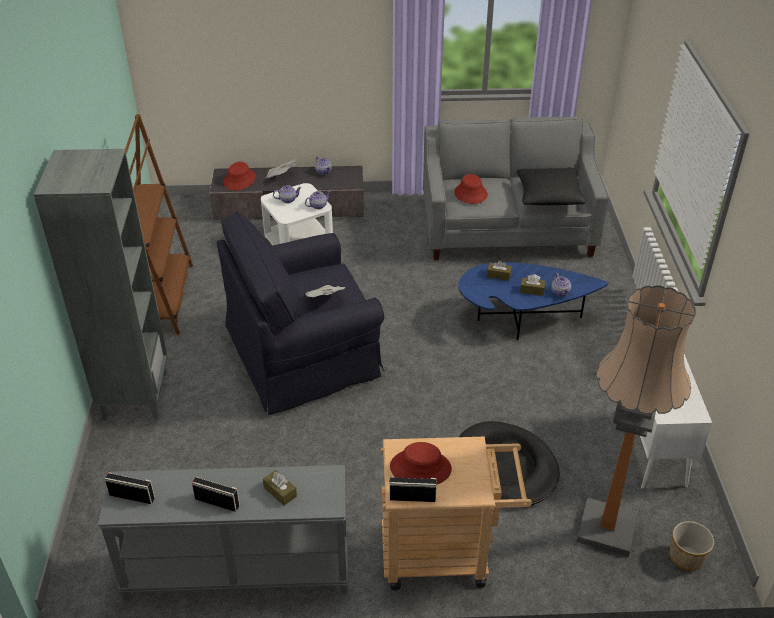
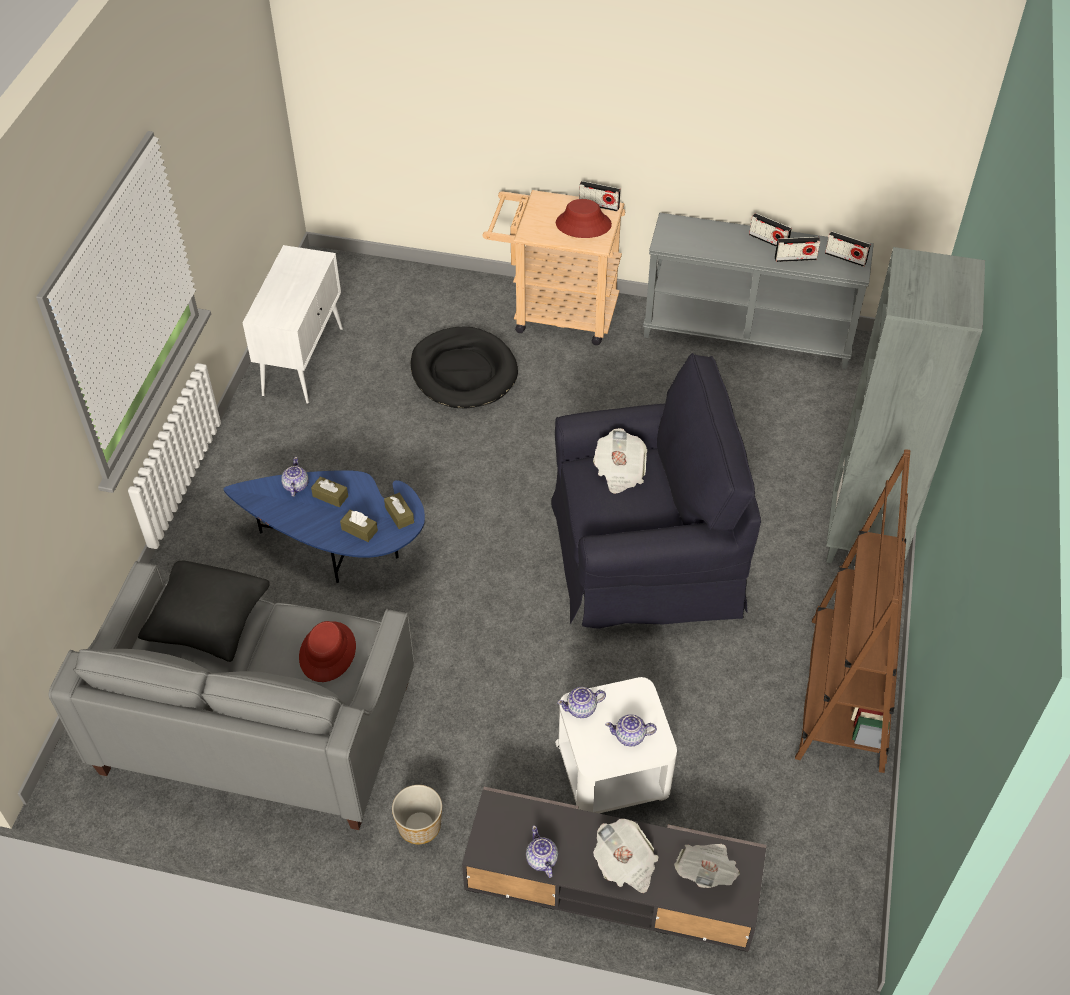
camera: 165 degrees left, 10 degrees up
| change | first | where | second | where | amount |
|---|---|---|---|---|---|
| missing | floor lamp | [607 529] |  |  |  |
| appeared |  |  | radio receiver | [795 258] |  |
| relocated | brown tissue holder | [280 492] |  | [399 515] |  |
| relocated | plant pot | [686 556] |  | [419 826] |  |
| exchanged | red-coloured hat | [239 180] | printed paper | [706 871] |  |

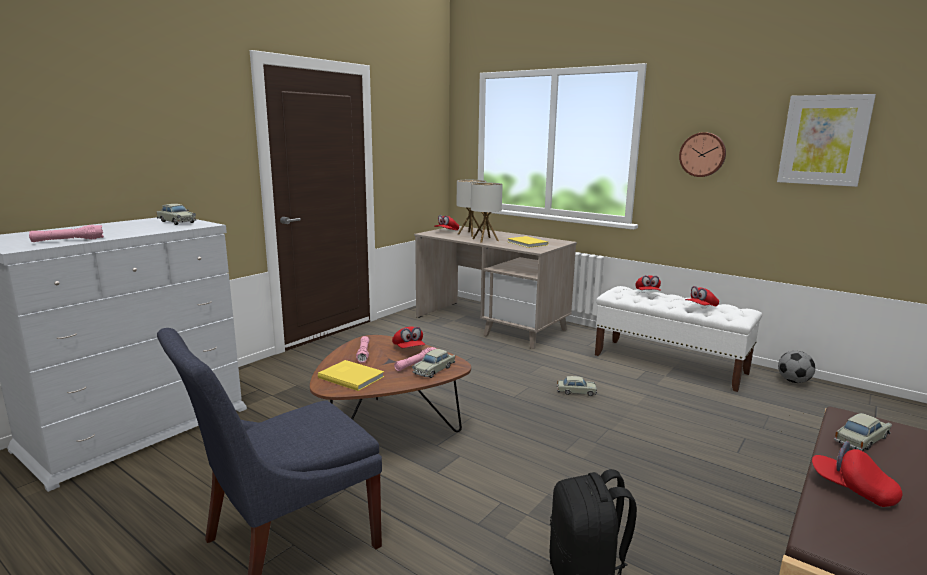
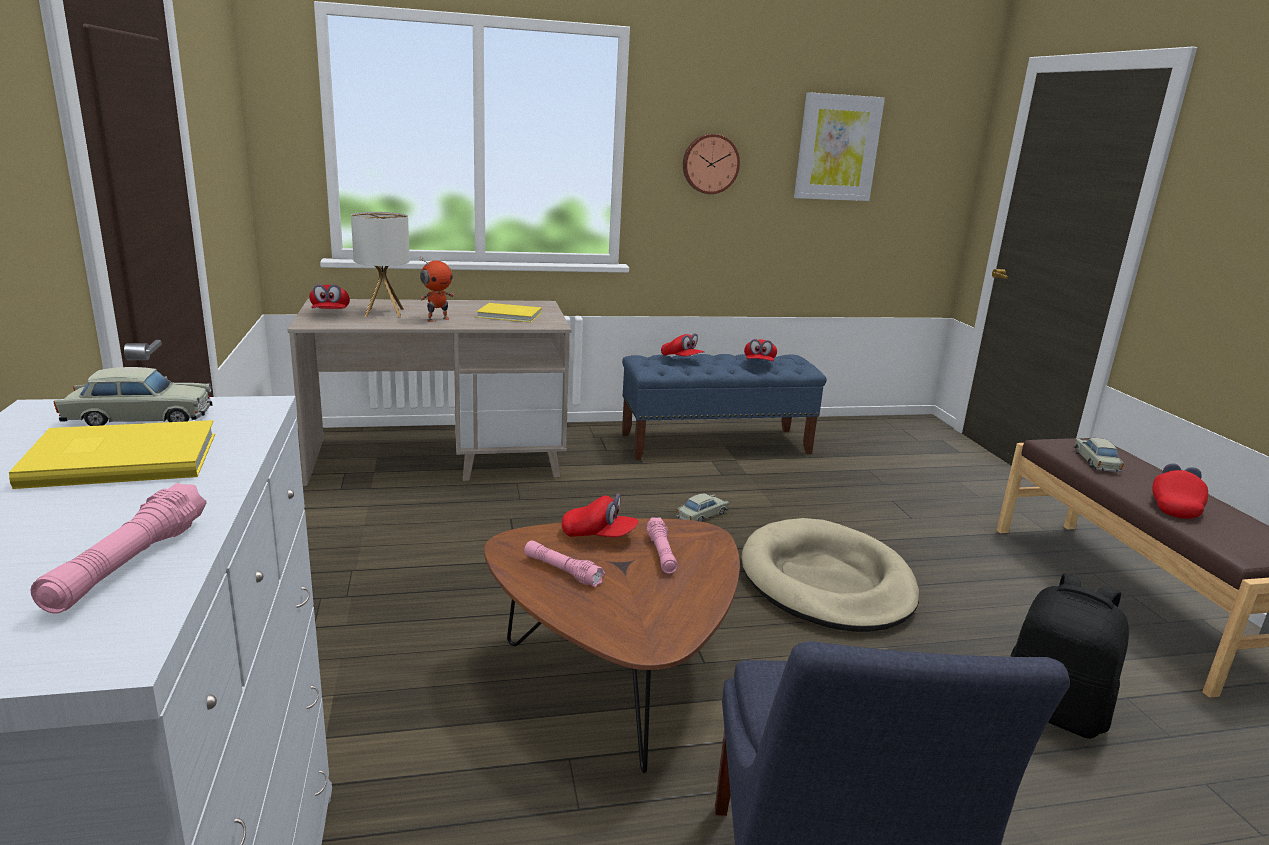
camera: 50 degrees left, 5 degrees up
| change | first | where | second | where | amount |
|---|---|---|---|---|---|
| missing | beige toy car | [434 370] |  |  |  |
| missing | ball for football | [793 381] |  |  |  |
| appeared |  |  | beige dog bed | [826 582] |  |
| relocated | yellowish book | [351 376] |  | [120 458] |  |
| exchanged | table lamp | [485 240] | toy robot | [437 319] |  |
| colour | white-coloured long seat | [669 364] | blue long seat | [716 444] |  |
| spun | red-coloured baseball cap | [852 489] |  | [1174 506] | 120 degrees clockwise |

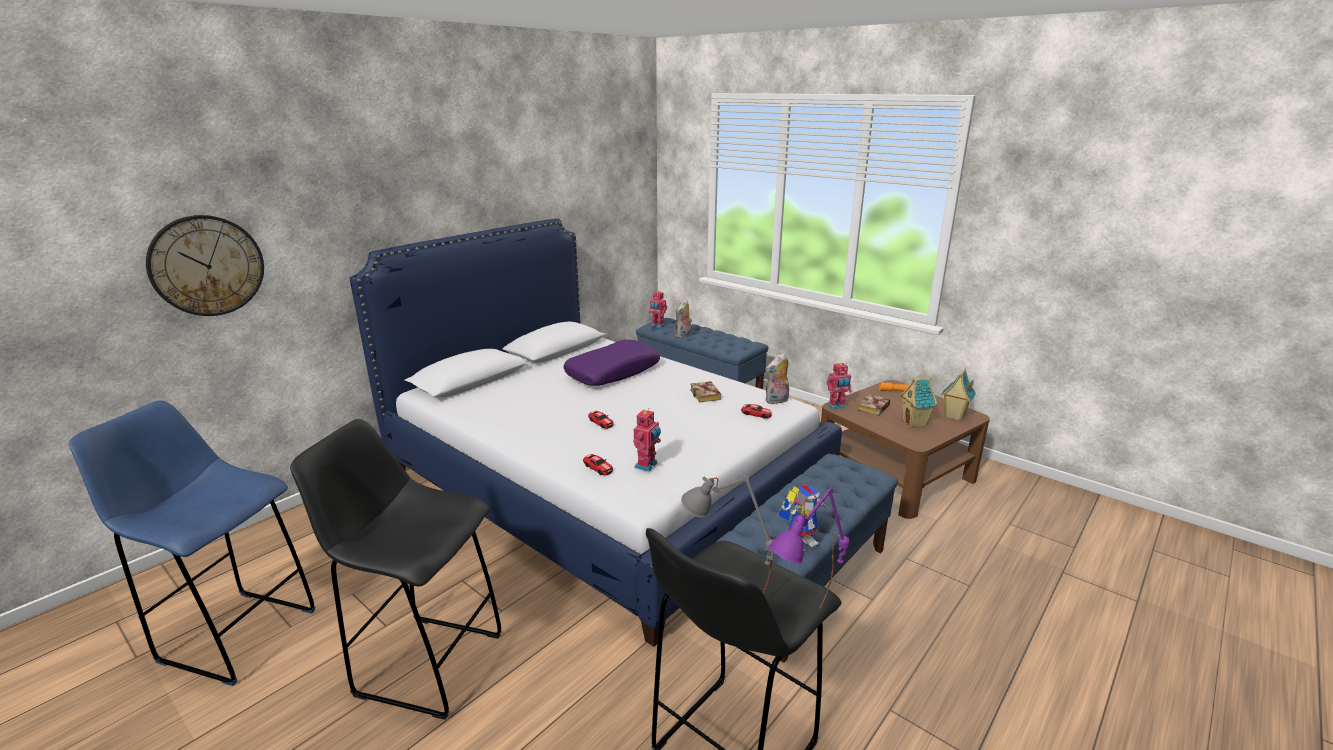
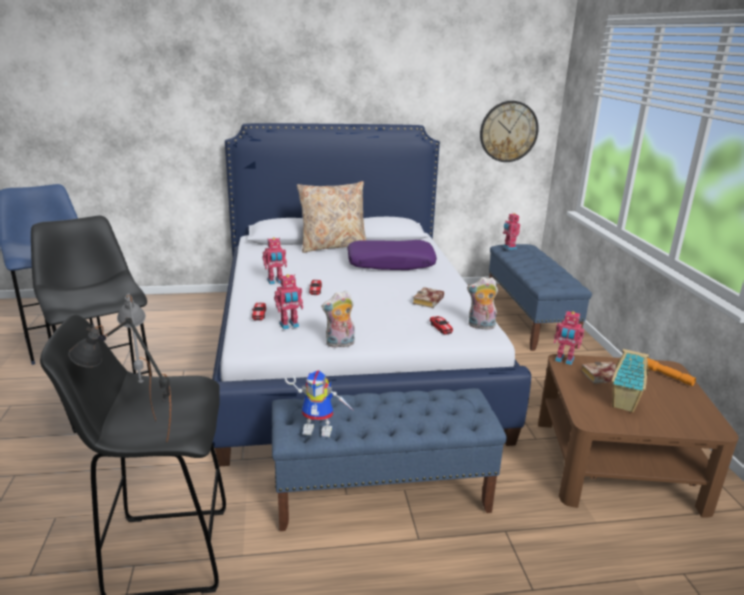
camera: 40 degrees right, 0 degrees up
| change | first | where | second | where | amount |
|---|---|---|---|---|---|
| missing | toy house | [953 416] |  |  |  |
| appeared |  |  | toy robot | [275 281] |  |
| appeared |  |  | beige cushion | [333 246] |  |
| relocated | clock on the wall | [207 265] |  | [508 131] |  |
| relocated | soft toy | [683 335] |  | [339 344] |  |
| colour | purple-coloured table lamp | [804 630] | blackish table lamp | [132 446] |  |

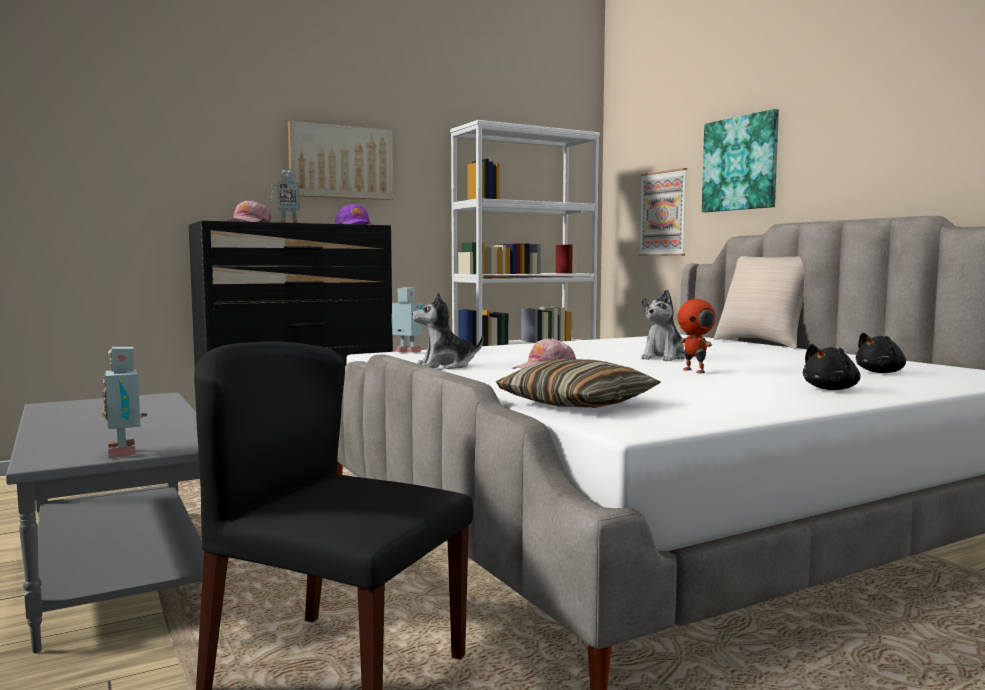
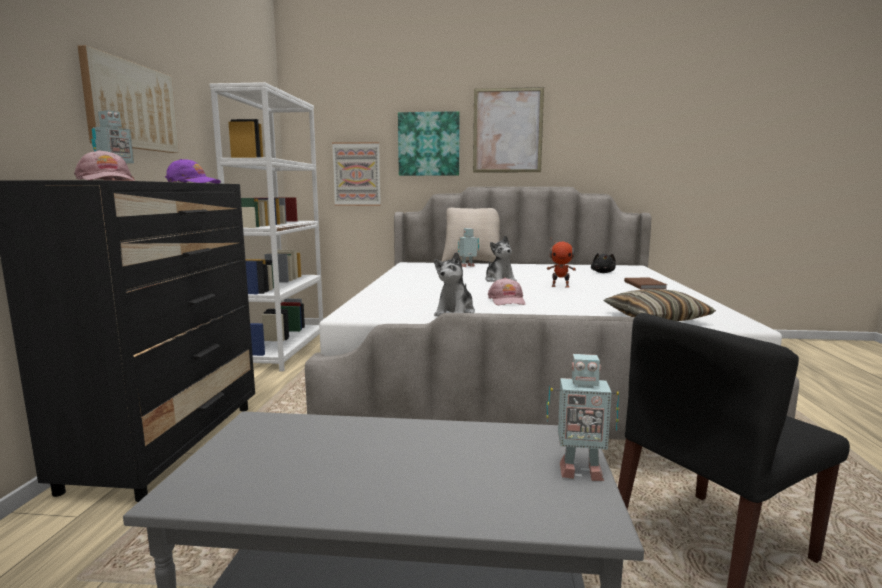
camera: 55 degrees left, 5 degrees up
| change | first | where | second | where | amount |
|---|---|---|---|---|---|
| appeared |  |  | wall art | [507 130] |  |
| relocated | toy robot | [407 352] |  | [468 266] |  |
| exchanged | blackish soft toy | [832 389] | brown book | [645 285] |  |

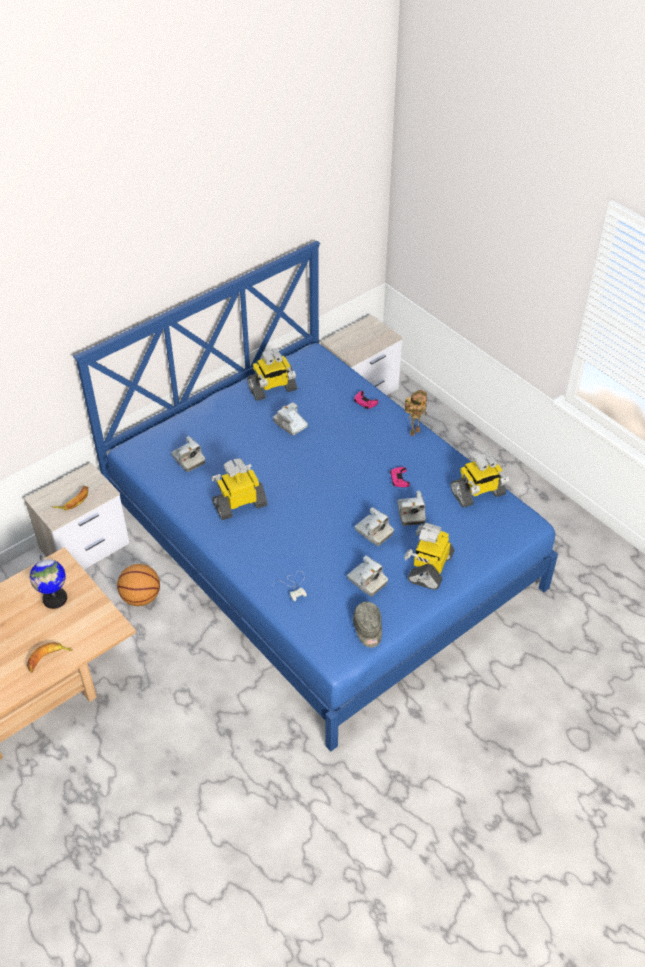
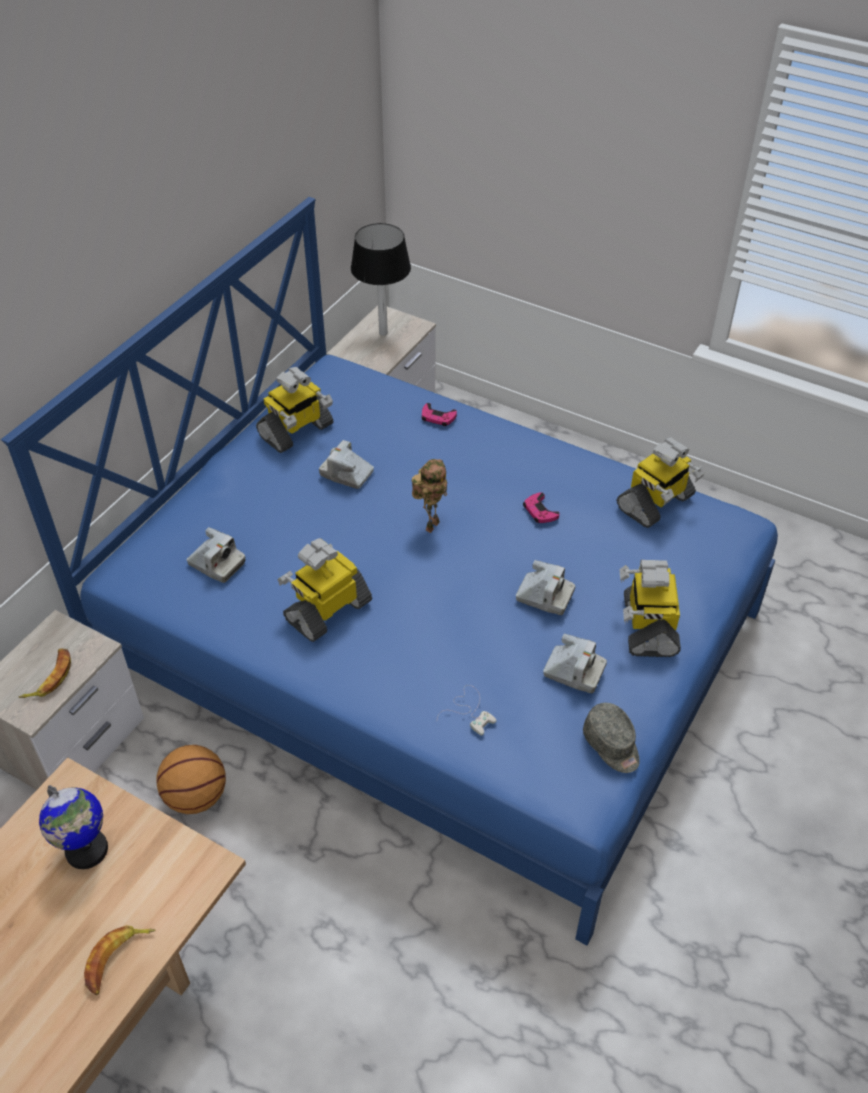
camera: 20 degrees left, 0 degrees up
| change | first | where | second | where | amount |
|---|---|---|---|---|---|
| missing | still camera | [410 513] |  |  |  |
| appeared |  |  | table lamp | [382 333] |  |
| relocated | toy robot | [414 431] |  | [431 524] |  |

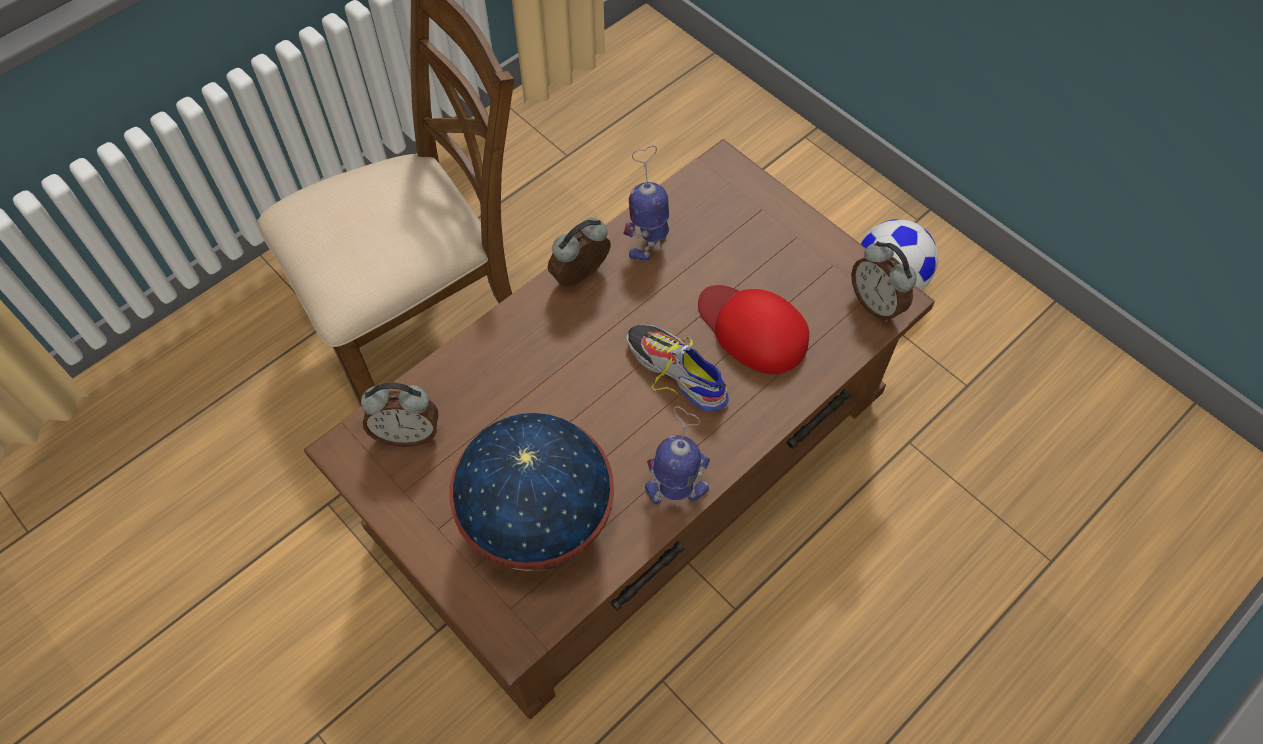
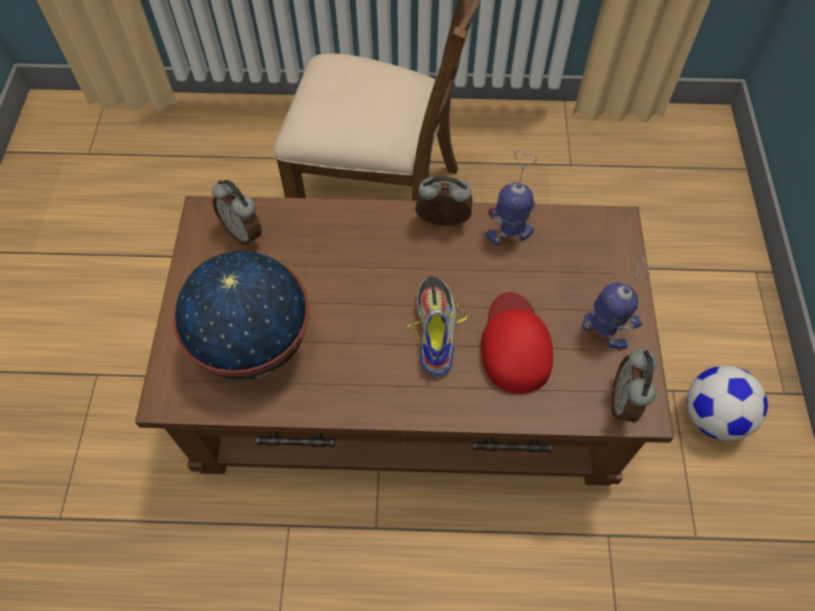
camera: 45 degrees right, 0 degrees up
| change | first | where | second | where | amount |
|---|---|---|---|---|---|
| relocated | toy robot | [677 491] |  | [604 333] |  |

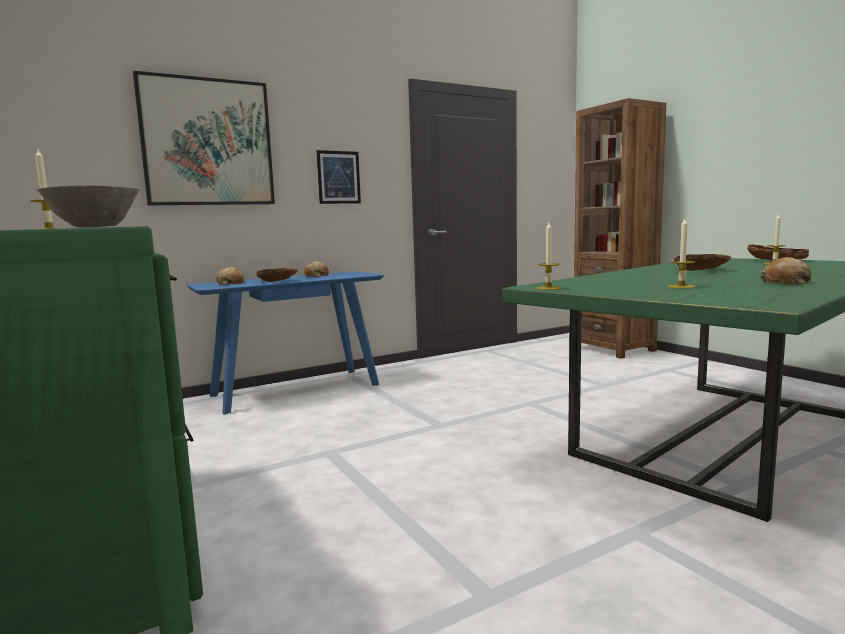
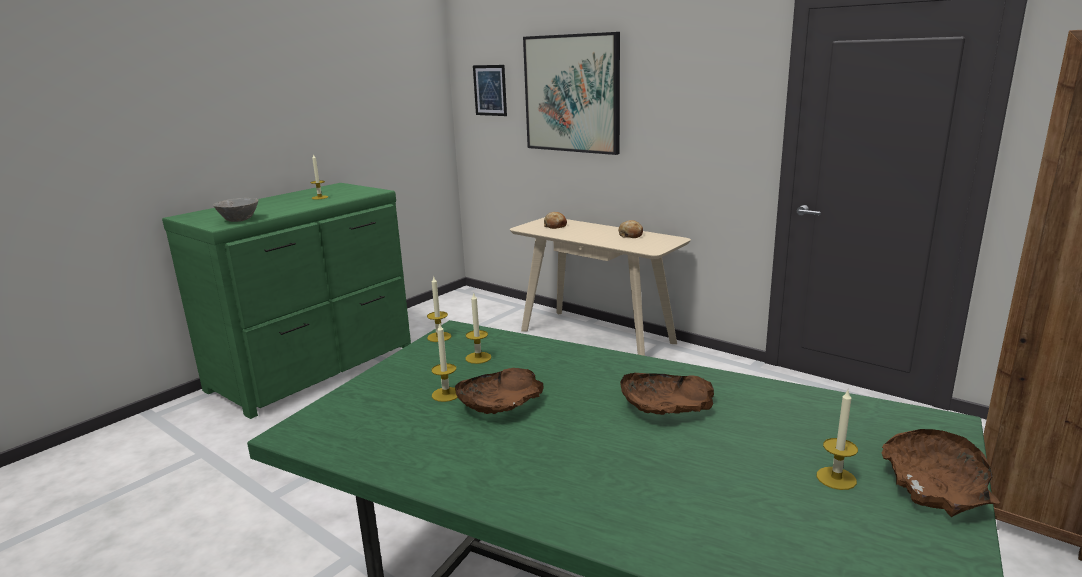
camera: 70 degrees right, 10 degrees up
| change | first | where | second | where | amount |
|---|---|---|---|---|---|
| missing | bakery bread | [785 282] |  |  |  |
| appeared |  |  | wax candle | [478 358] |  |
| relocated | brown serving bowl | [276 281] |  | [500 404] |  |
| relocated | wall art | [338 177] |  | [490 90] |  |
| colour | blue console table | [296 390] | beige console table | [597 336] |  |

